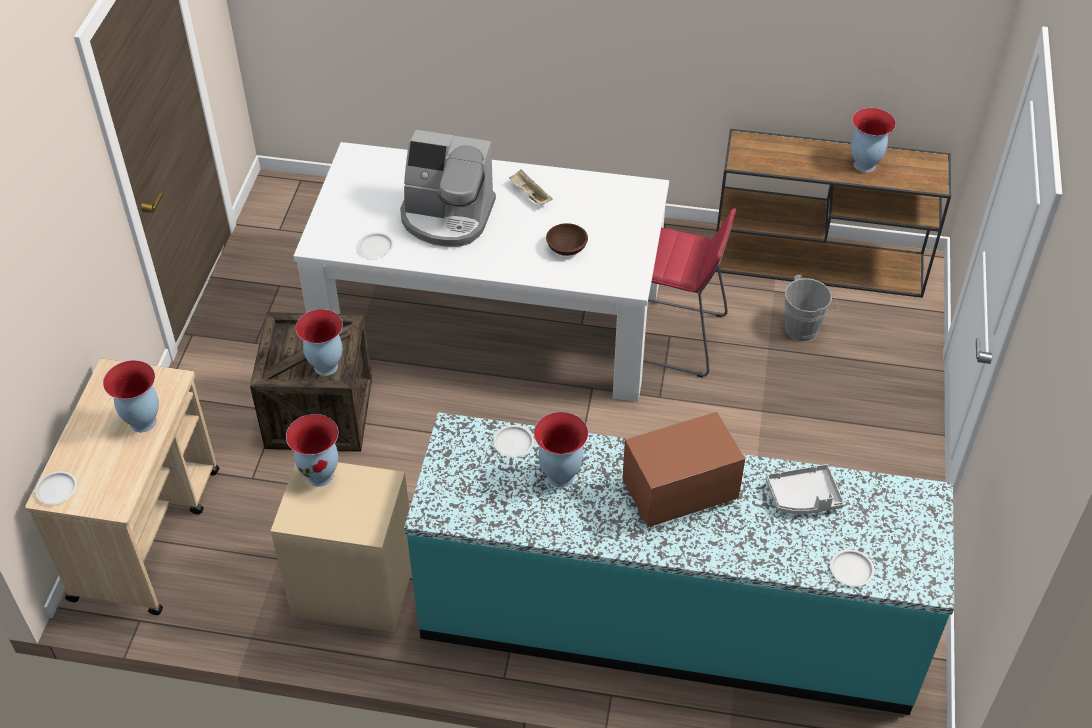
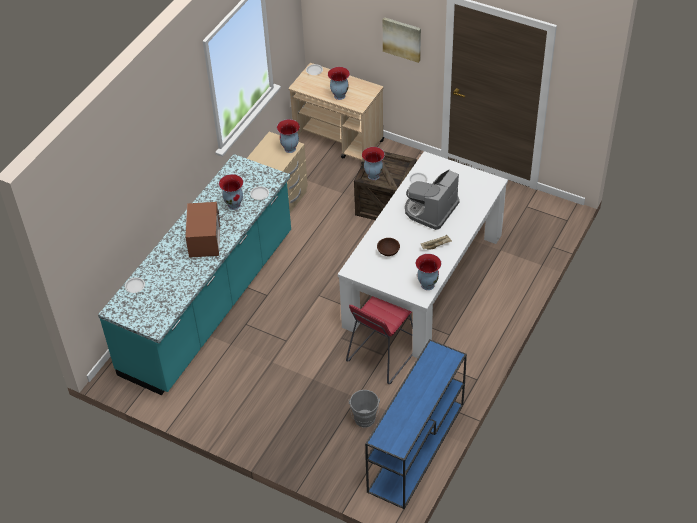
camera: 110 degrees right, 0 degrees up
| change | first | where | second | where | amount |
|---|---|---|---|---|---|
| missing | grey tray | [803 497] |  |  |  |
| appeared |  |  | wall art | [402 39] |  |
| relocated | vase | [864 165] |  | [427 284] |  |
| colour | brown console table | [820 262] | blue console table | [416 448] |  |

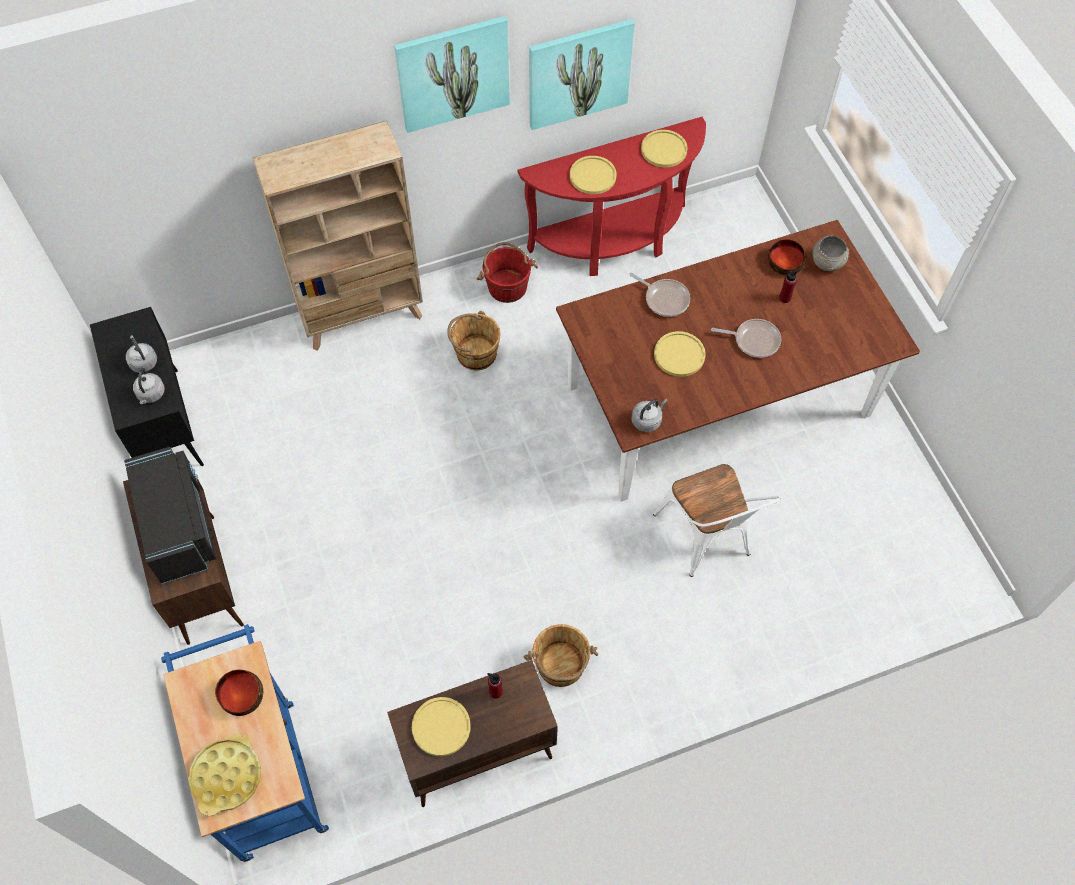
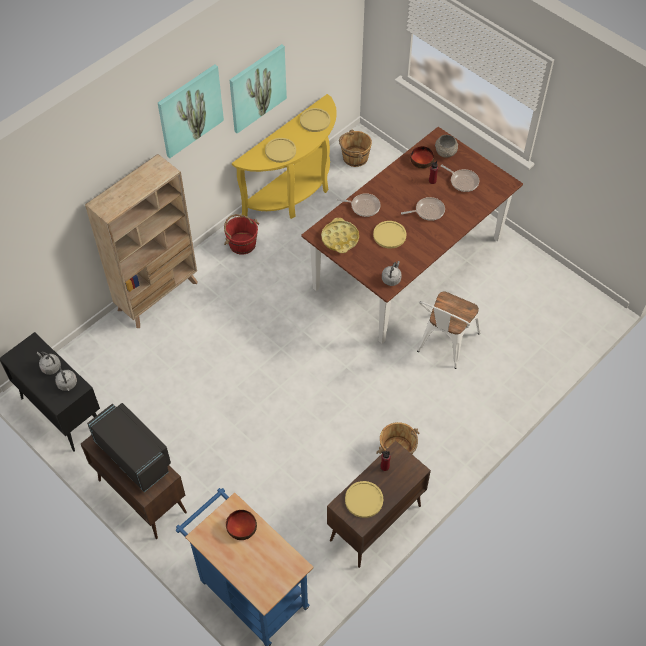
camera: 25 degrees left, 5 degrees down
| change | first | where | second | where | amount |
|---|---|---|---|---|---|
| appeared |  |  | pan | [462 181] |  |
| relocated | yellowish tray | [227 776] |  | [340 238] |  |
| relocated | brown bucket | [475 353] |  | [354 157] |  |
| colour | red-coloured console table | [614 243] | yellowish console table | [295 193] |  |
| spun | white-coloured upright chair | [707 540] |  | [444 345] | 75 degrees clockwise |

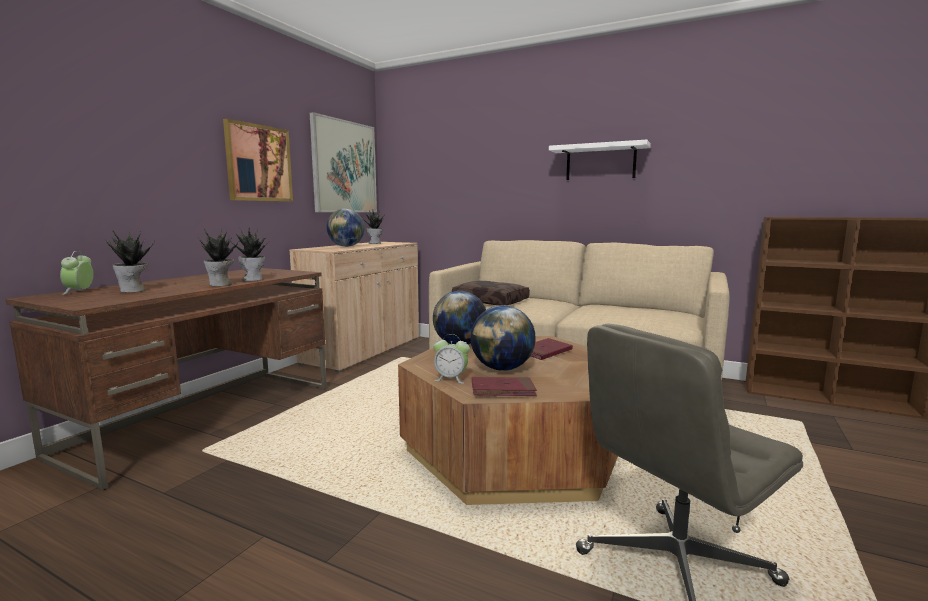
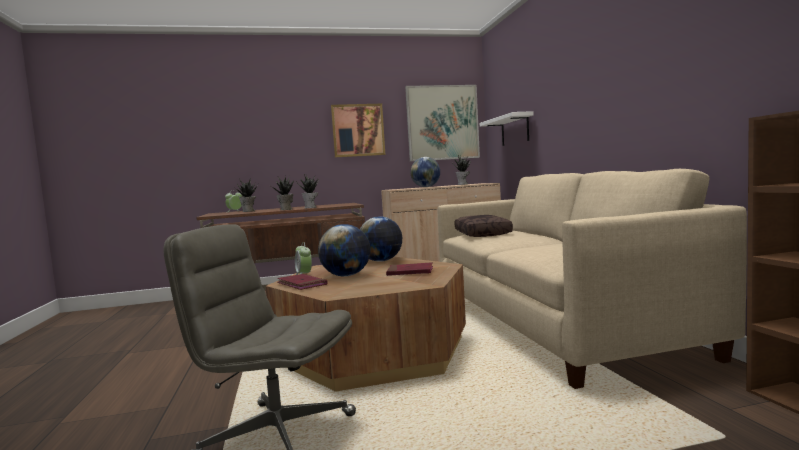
camera: 50 degrees right, 5 degrees down
| change | first | where | second | where | amount |
|---|---|---|---|---|---|
| relocated | white-coloured shelf | [600 162] |  | [515 130] |  |

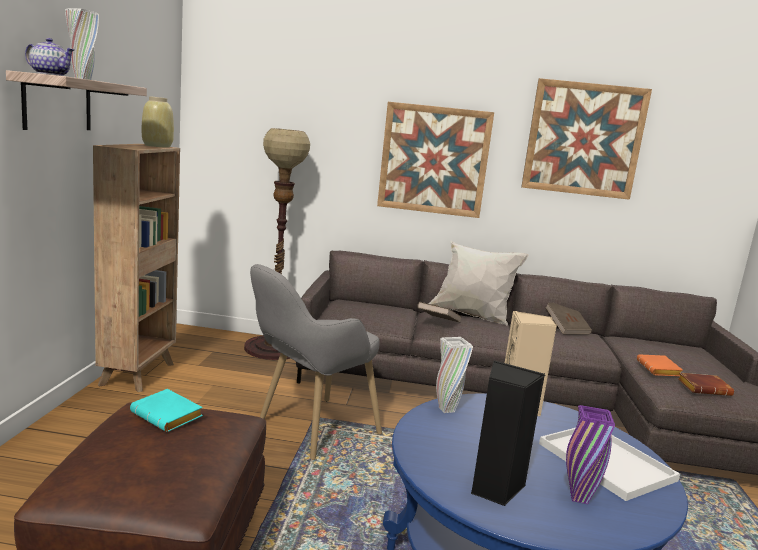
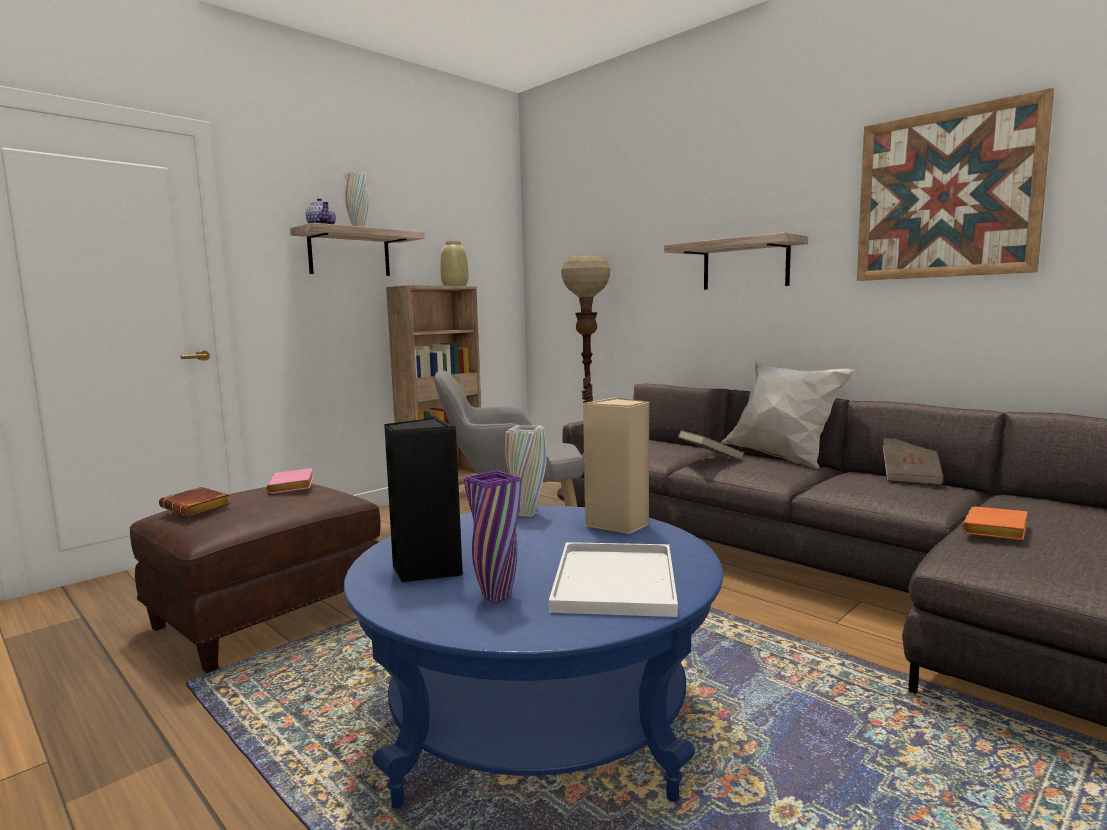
camera: 40 degrees right, 5 degrees down
| change | first | where | second | where | amount |
|---|---|---|---|---|---|
| relocated | brown book | [704 388] |  | [198 507] |  |
| exchanged | wall art | [434 160] | shelf | [745 265] |  |
| colour | blue-green book | [169 416] | pink book | [293 487] |  |

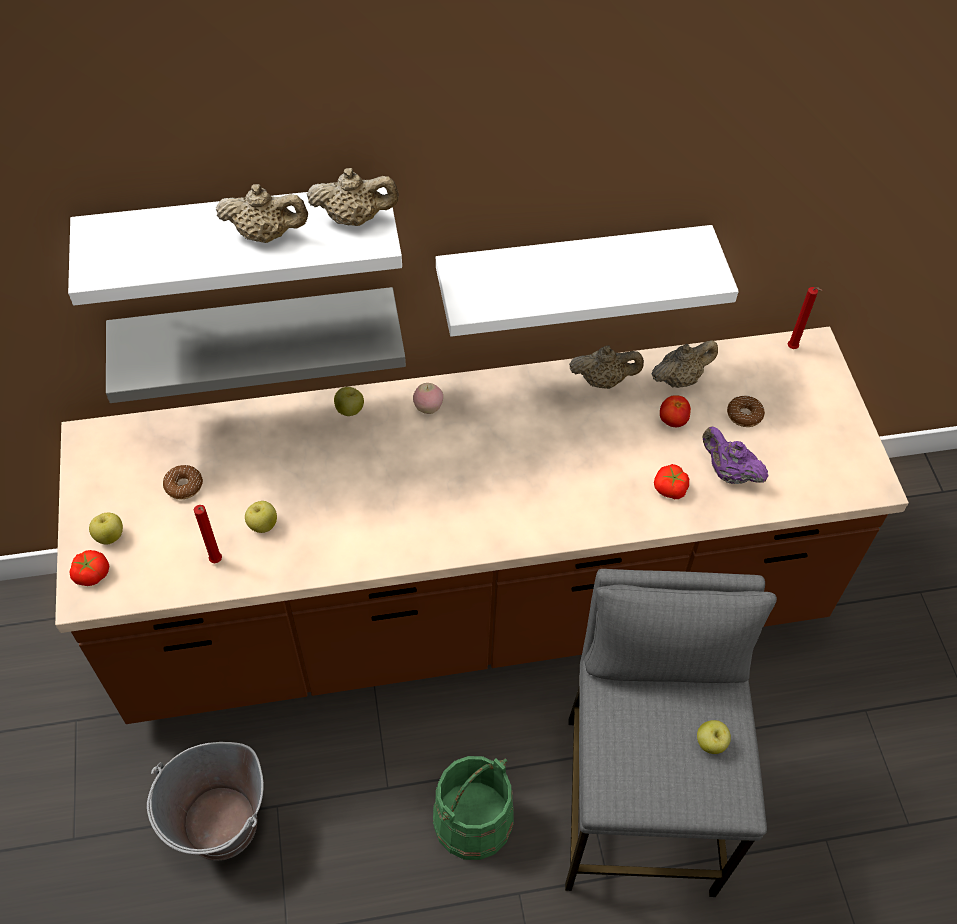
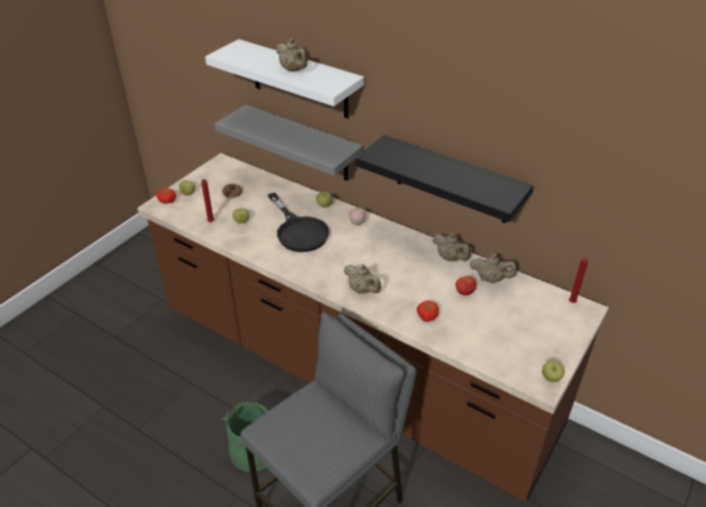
camera: 45 degrees right, 15 degrees down
| change | first | where | second | where | amount |
|---|---|---|---|---|---|
| missing | grey bucket | [222 825] |  |  |  |
| missing | purple-coloured pot for tea | [728 472] |  |  |  |
| missing | ring doughnut | [744 415] |  |  |  |
| appeared |  |  | blackish pan | [298 230] |  |
| relocated | beige pot for tea | [355 218] |  | [362 290] |  |
| relocated | apple fruit | [710 743] |  | [551 378] |  |
| colour | white-coloured shelf | [572 271] | blackish shelf | [452 180] |  |

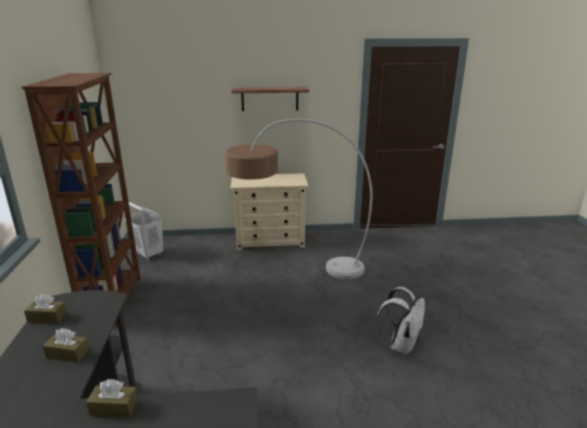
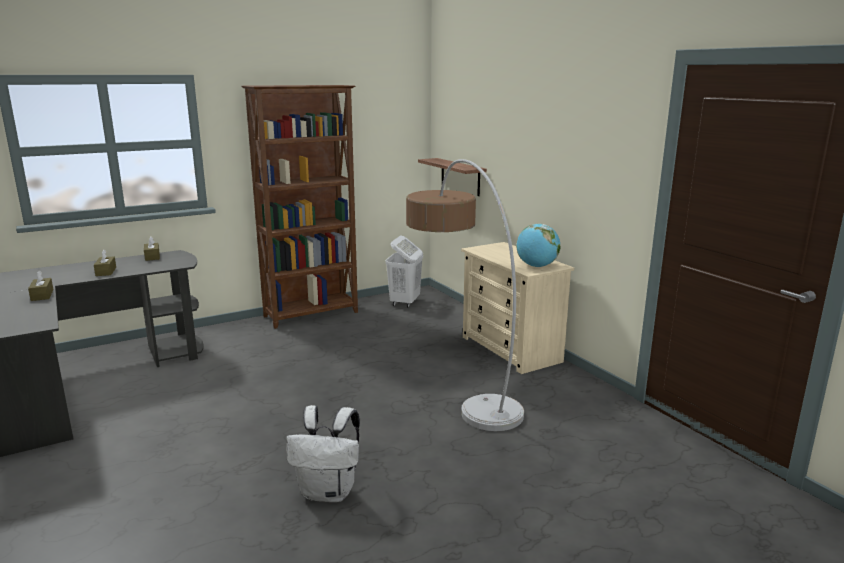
camera: 65 degrees right, 5 degrees down
| change | first | where | second | where | amount |
|---|---|---|---|---|---|
| appeared |  |  | world globe | [537 266] |  |
| relocated | shelf | [270 99] |  | [460 176] |  |

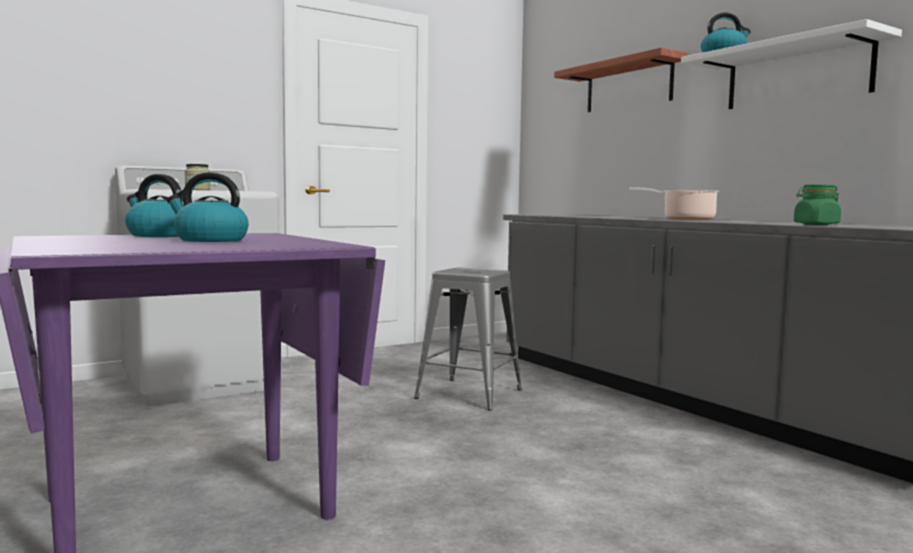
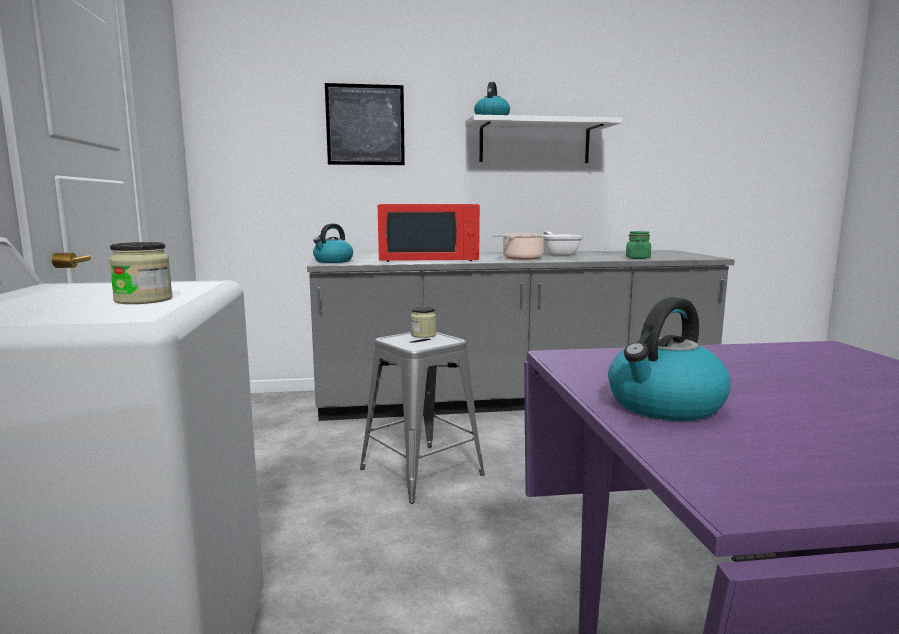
camera: 65 degrees left, 5 degrees up
| change | first | where | second | where | amount |
|---|---|---|---|---|---|
| appeared |  |  | red-coloured microwave | [428 258] |  |
| appeared |  |  | preserve jar | [423 335] |  |
| appeared |  |  | pan | [557 255] |  |
| relocated | water kettle | [210 240] |  | [333 261] |  |
| exchanged | shelf | [628 85] | wall art | [365 125] |  |

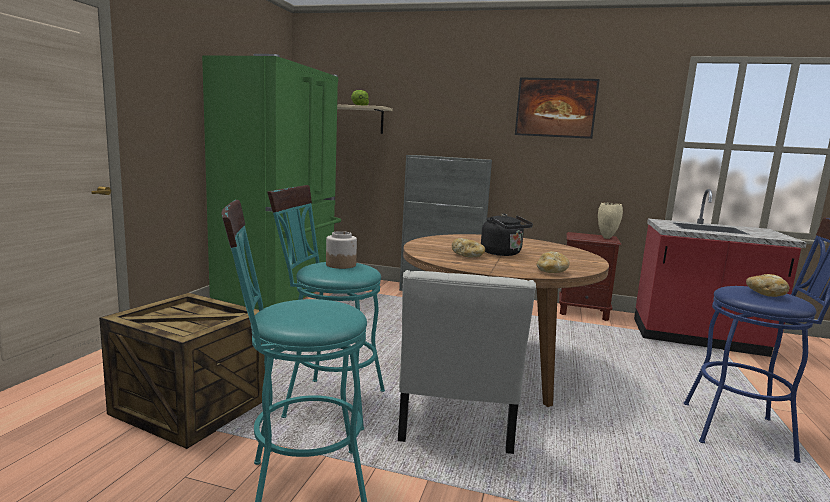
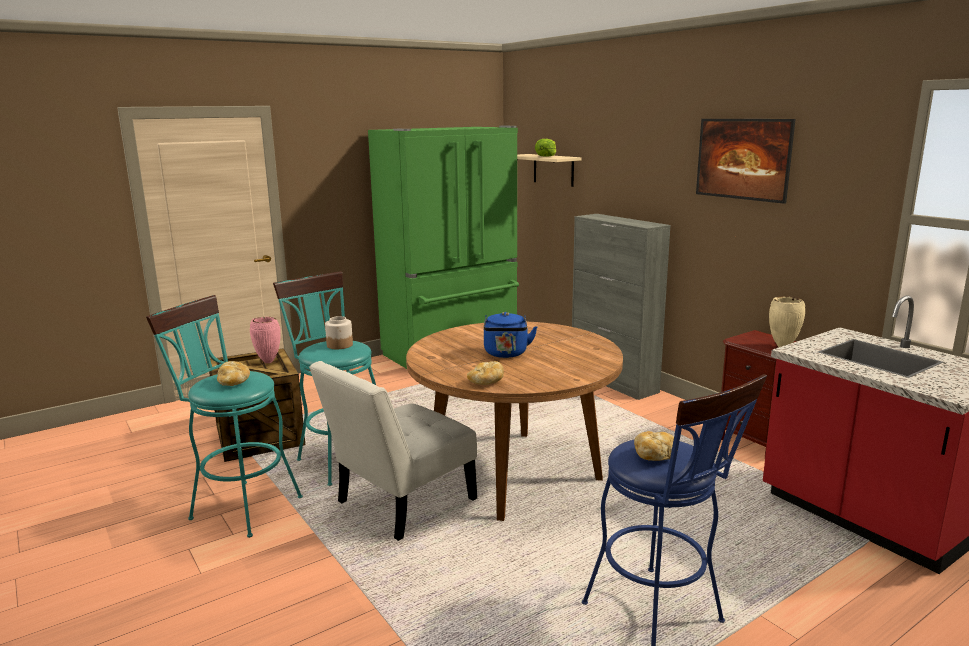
camera: 40 degrees right, 5 degrees up
| change | first | where | second | where | amount |
|---|---|---|---|---|---|
| appeared |  |  | pink vase | [269 362] |  |
| relocated | bakery bread | [468 256] |  | [234 383] |  |
| colour | blackish water kettle | [503 253] | blue water kettle | [506 354] |  |

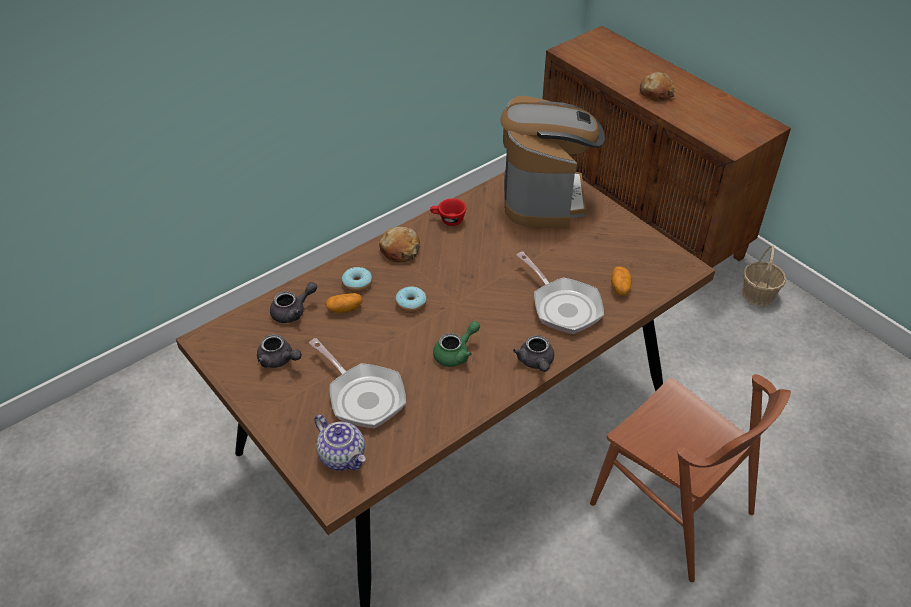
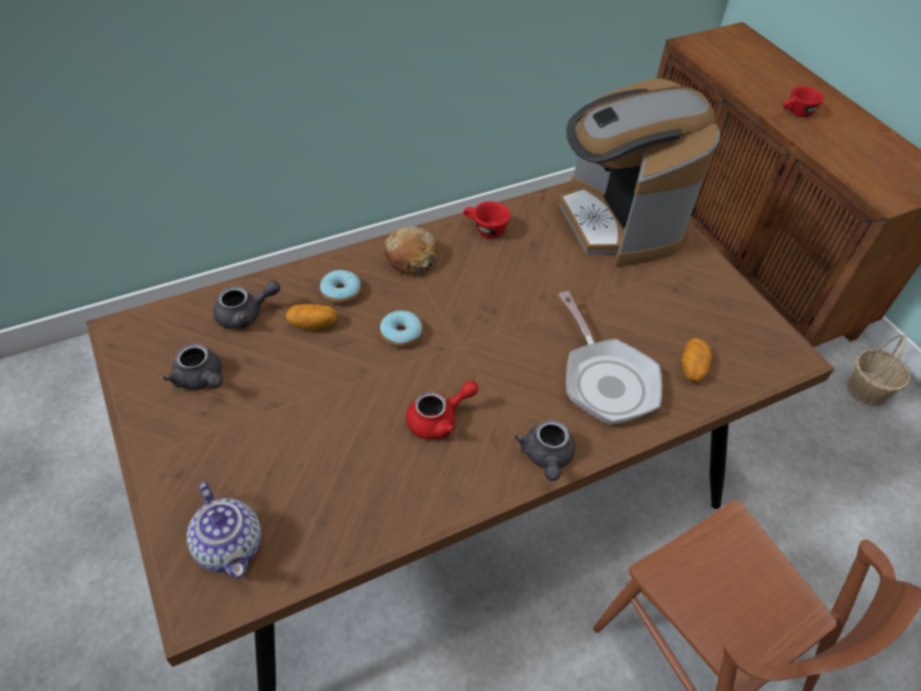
camera: 10 degrees right, 5 degrees up
| change | first | where | second | where | amount |
|---|---|---|---|---|---|
| missing | pan | [363 396] |  |  |  |
| exchanged | bakery bread | [656 93] | red-coloured drinking cup | [796 113] |  |
| colour | green pot for tea | [456 353] | red-coloured pot for tea | [439 420] |  |
| spun | coffee machine | [544 197] |  | [618 222] | 150 degrees clockwise |

